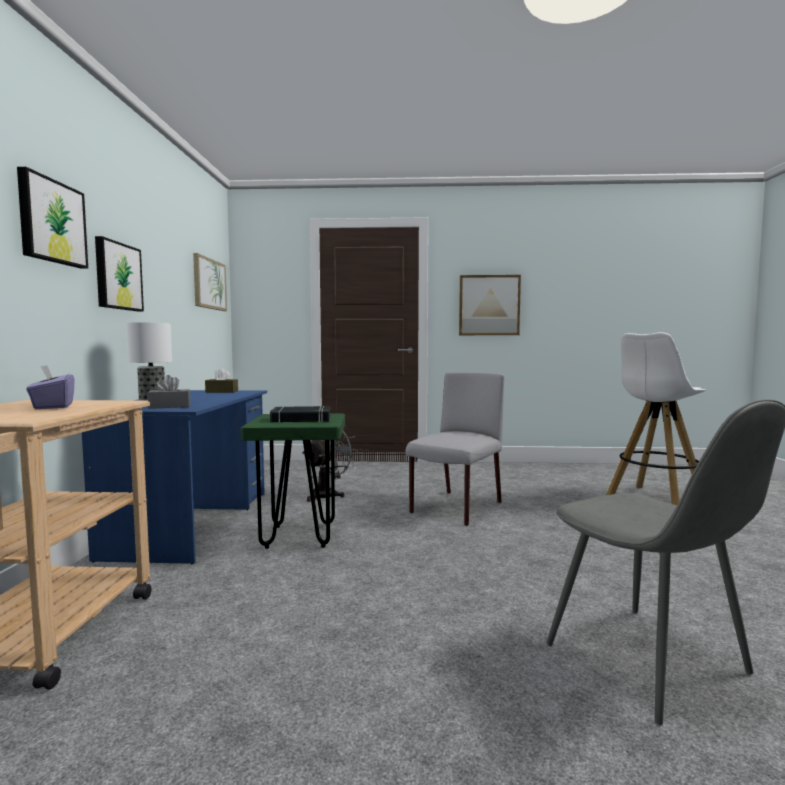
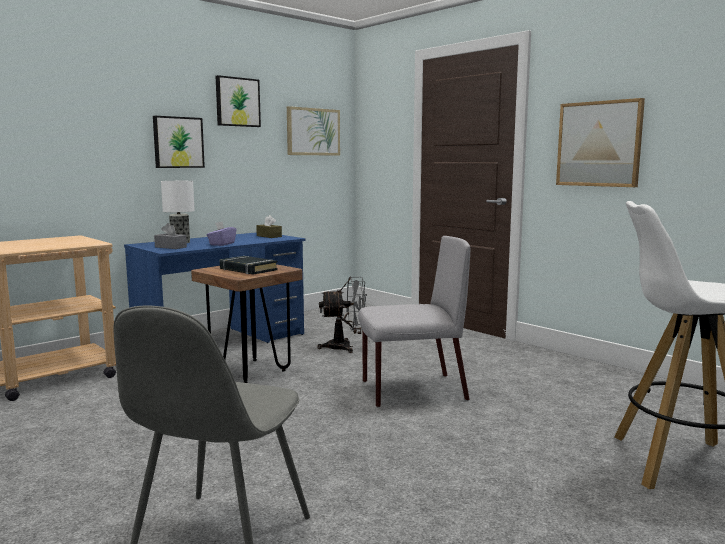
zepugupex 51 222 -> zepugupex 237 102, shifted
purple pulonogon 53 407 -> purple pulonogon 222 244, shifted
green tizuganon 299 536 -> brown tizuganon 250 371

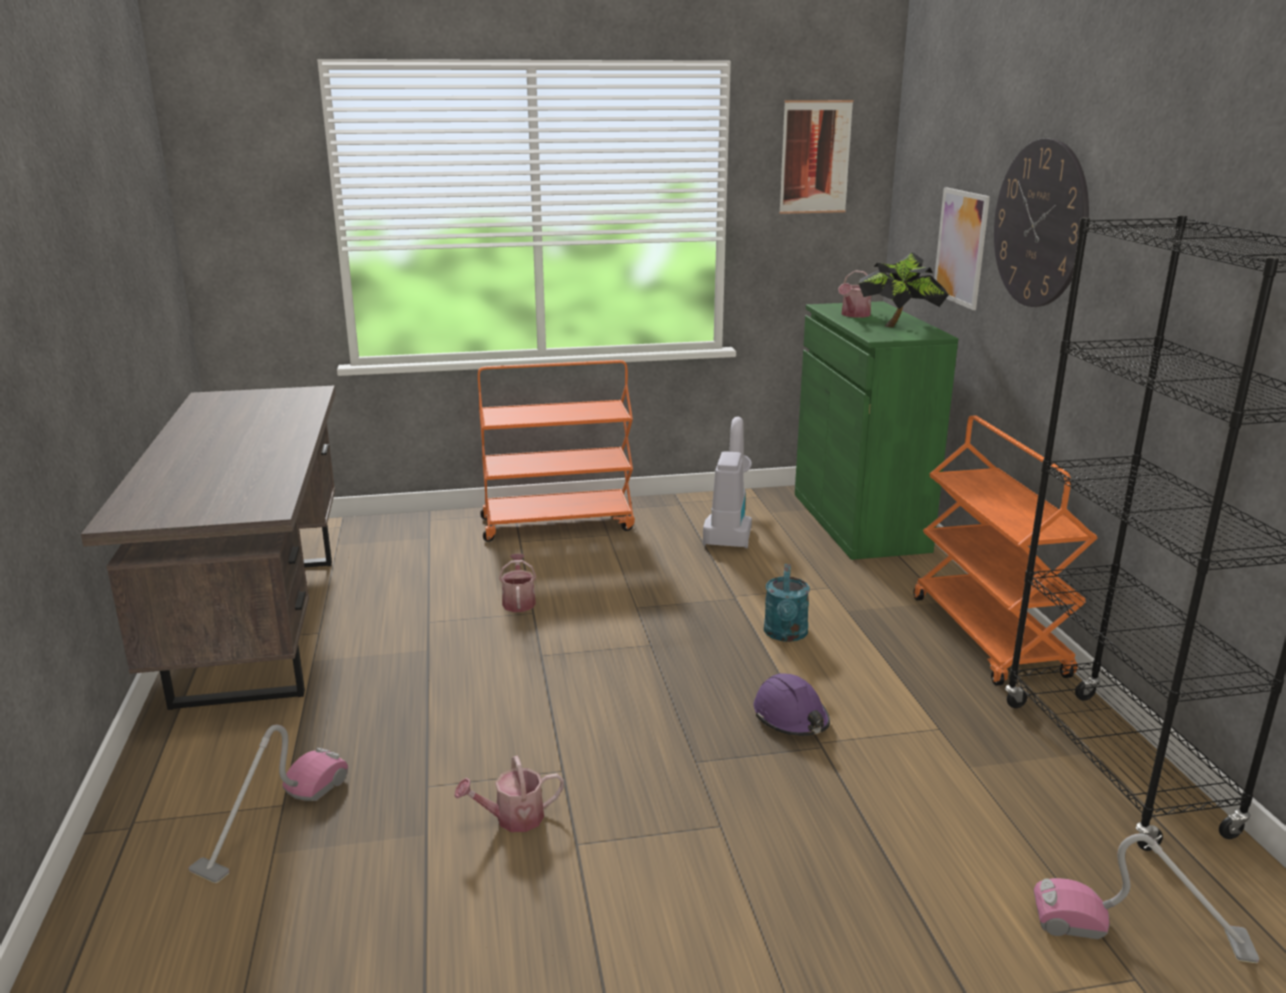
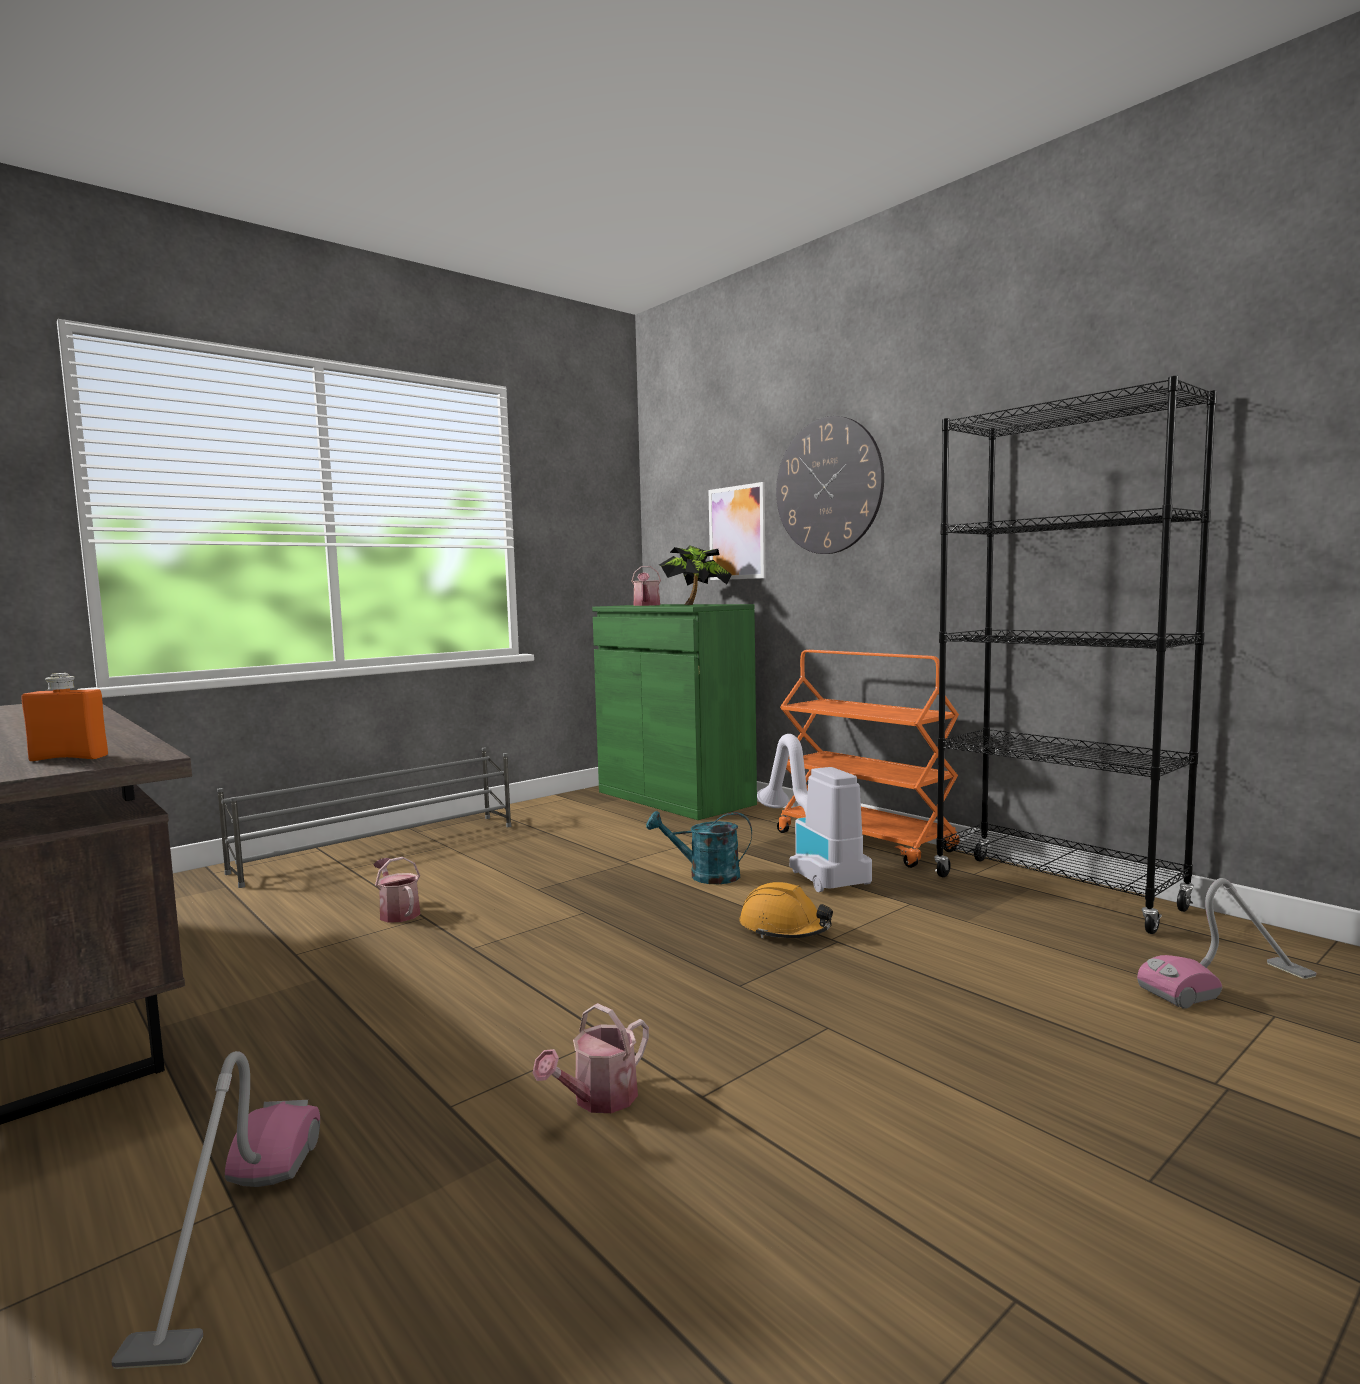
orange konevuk 558 523 -> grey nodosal 381 848
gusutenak 729 527 -> gusutenak 812 869, shifted
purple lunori 791 718 -> orange lunori 784 929
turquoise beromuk 785 635 -> turquoise beromuk 705 876, 120 degrees clockwise
zepugupex 815 157 -> none
none -> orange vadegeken 69 758

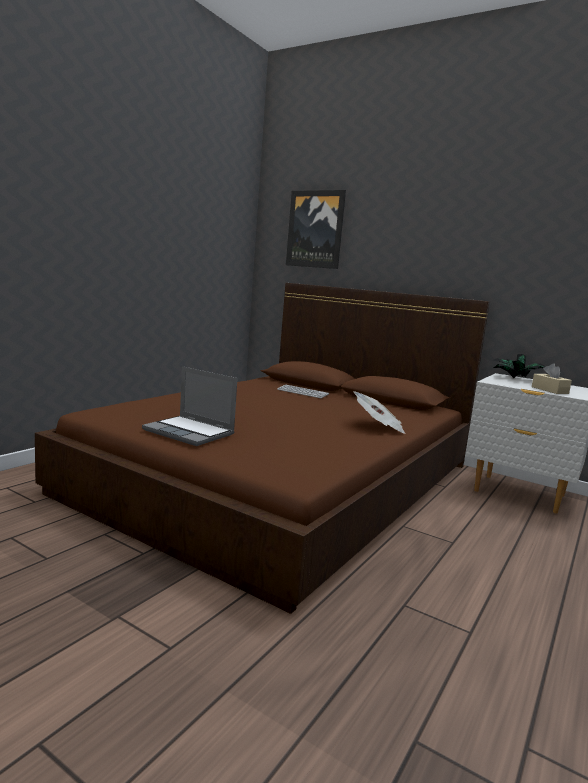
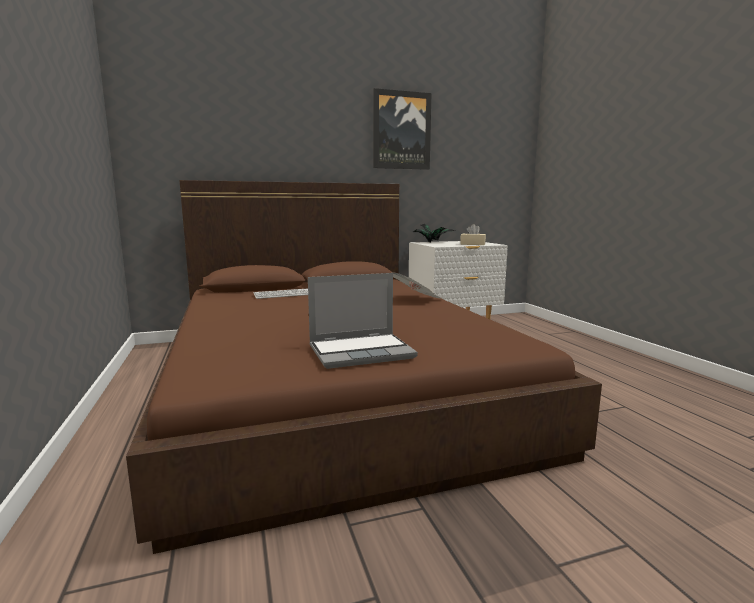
zepugupex 315 229 -> zepugupex 401 130, shifted

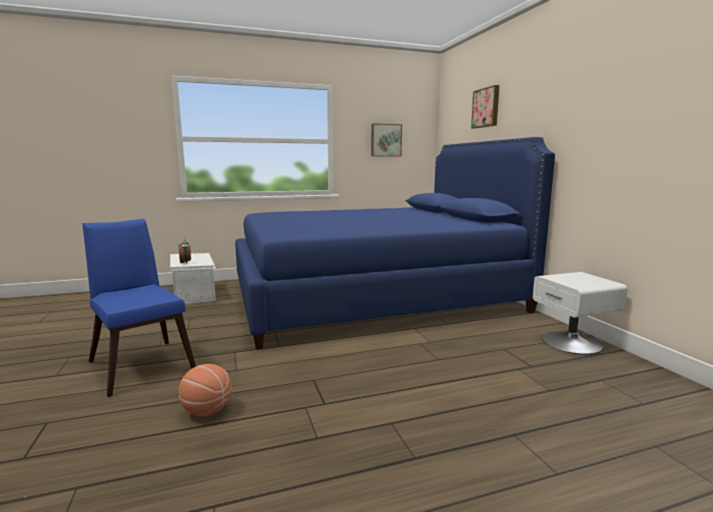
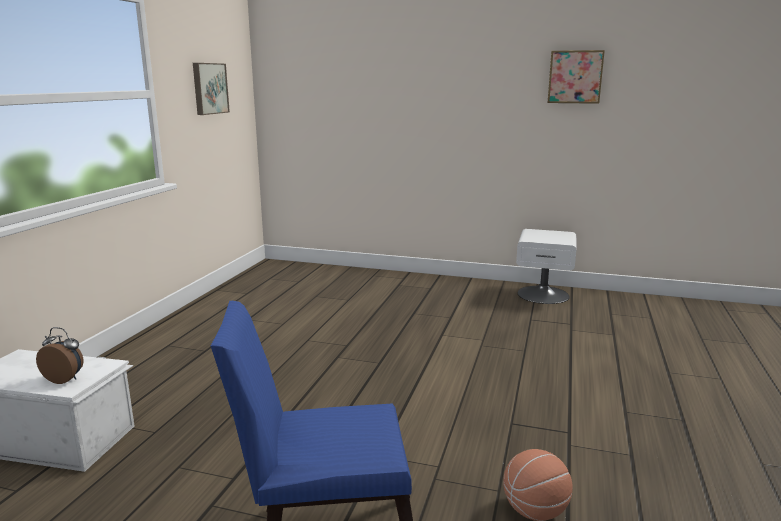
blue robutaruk 372 297 -> none
zepugupex 486 107 -> zepugupex 575 77, shifted

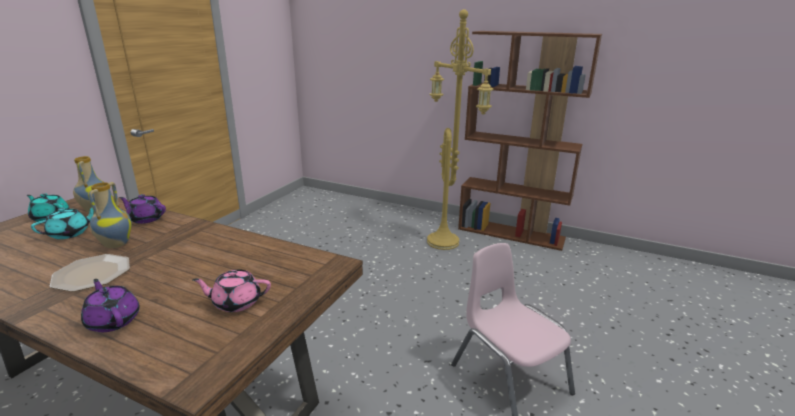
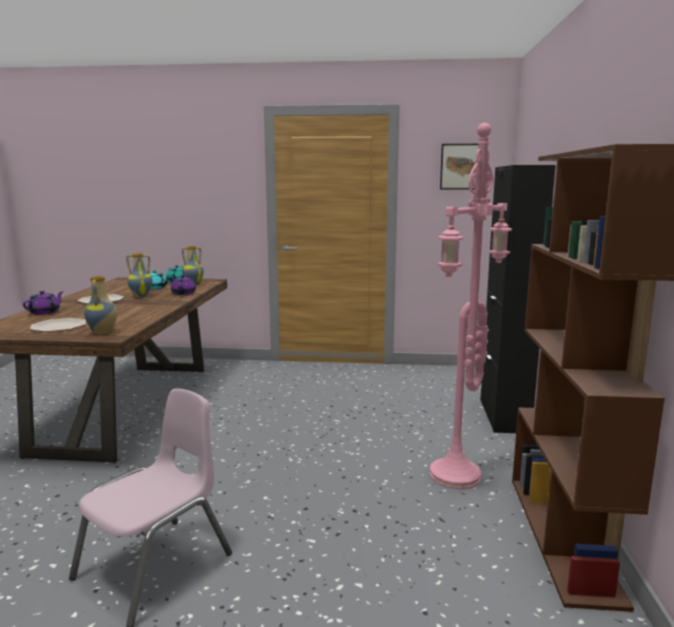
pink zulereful 236 302 -> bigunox 58 326
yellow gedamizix 445 242 -> pink gedamizix 457 477
none -> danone 103 332
none -> zepugupex 463 166
none -> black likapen 504 416

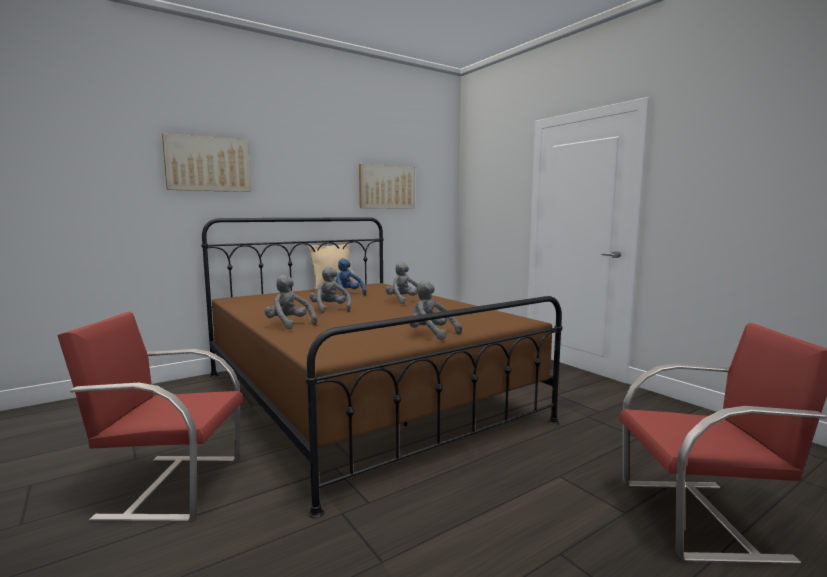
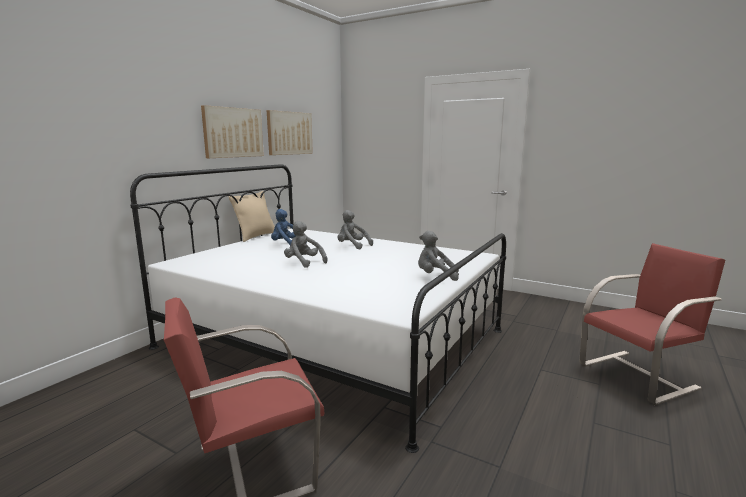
zepugupex 208 164 -> zepugupex 233 132, shifted
brown robutaruk 362 396 -> white robutaruk 332 339
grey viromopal 289 324 -> none

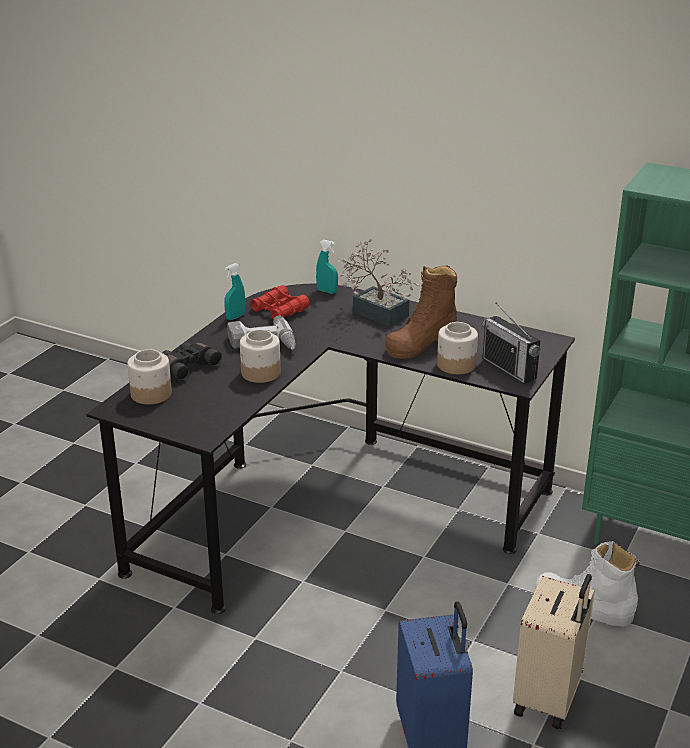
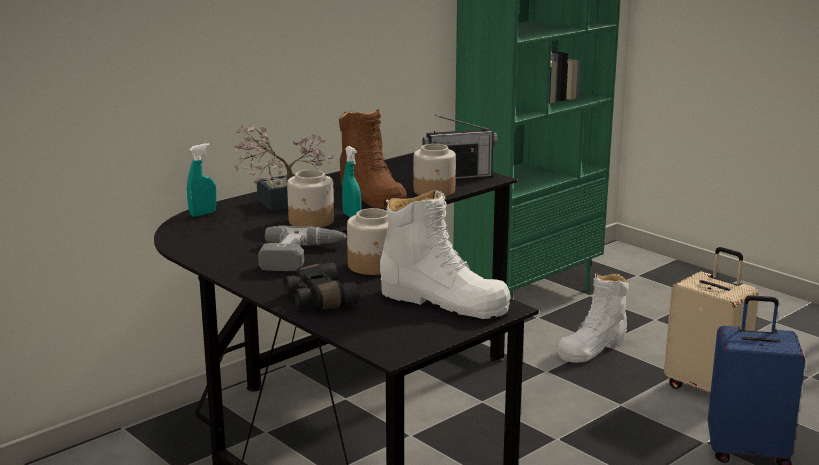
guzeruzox 150 394 -> guzeruzox 311 221, shifted
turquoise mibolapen 235 317 -> turquoise mibolapen 351 216, shifted
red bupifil 279 310 -> none
none -> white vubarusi 444 301

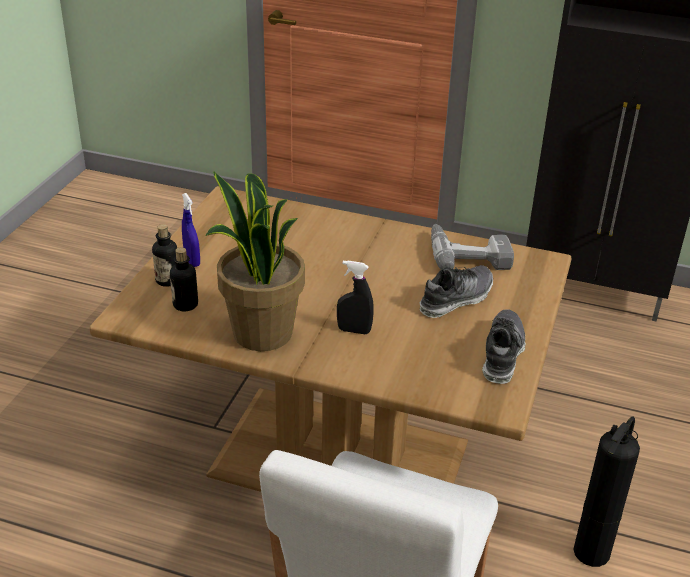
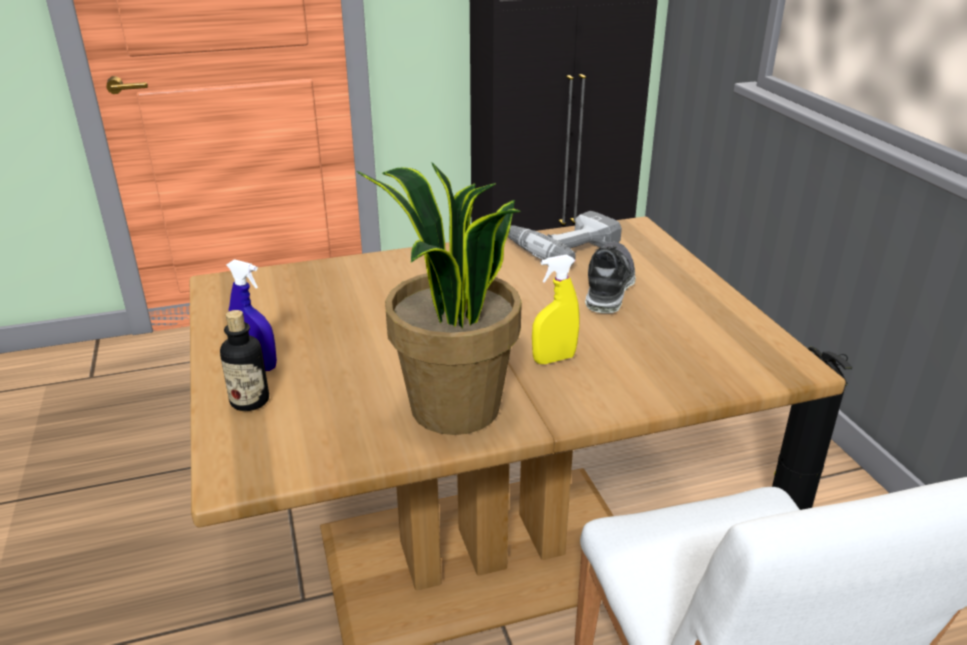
vadegeken 185 305 -> none
black mibolapen 354 330 -> yellow mibolapen 554 359
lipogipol 502 353 -> none

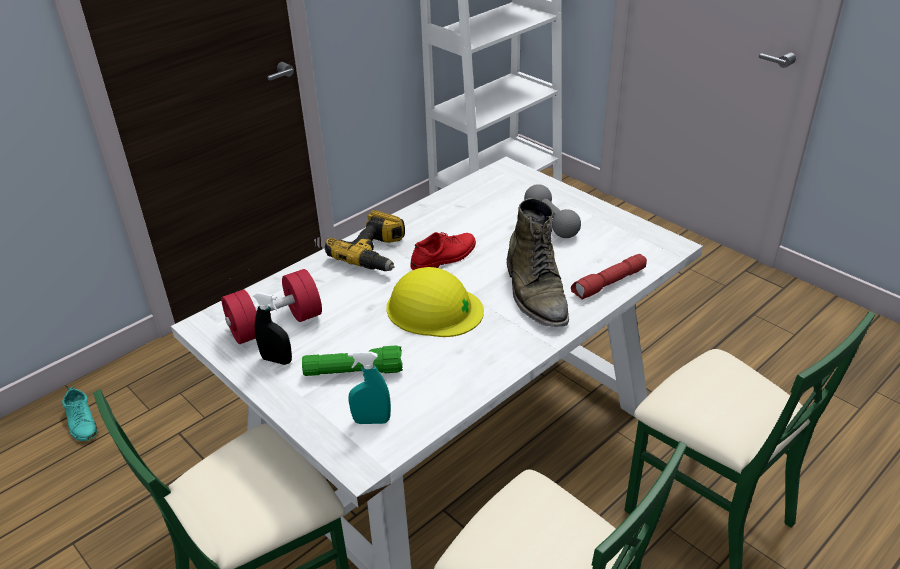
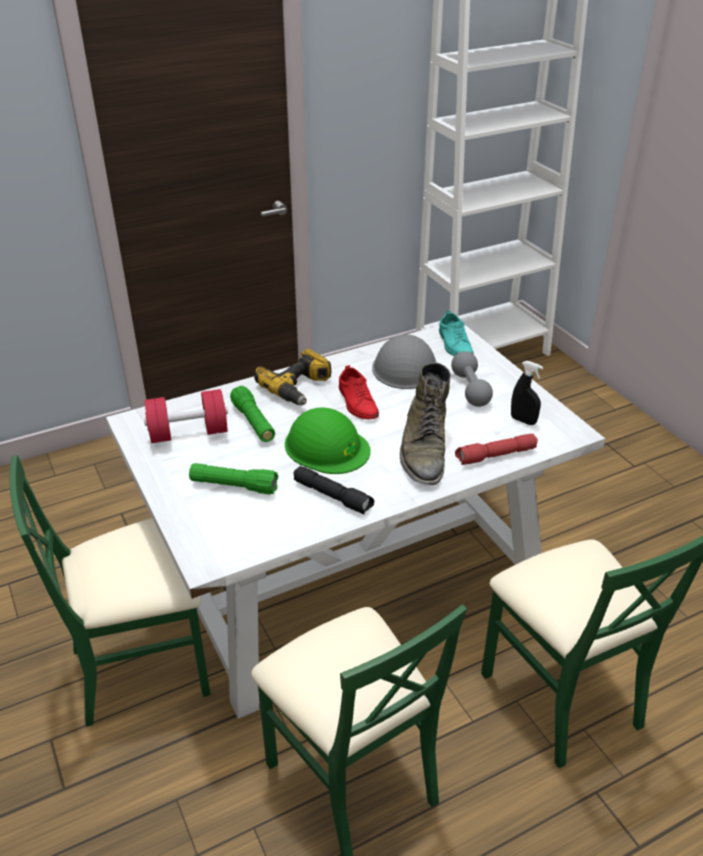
turquoise lipogipol 82 421 -> turquoise lipogipol 455 344, shifted
black mibolapen 277 360 -> black mibolapen 523 420, shifted
turquoise mibolapen 371 420 -> none
yellow lunori 434 309 -> green lunori 326 446
red lipogipol 444 257 -> red lipogipol 357 402, 90 degrees clockwise
none -> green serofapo 253 422
none -> black serofapo 333 496
none -> grey lunori 405 367

